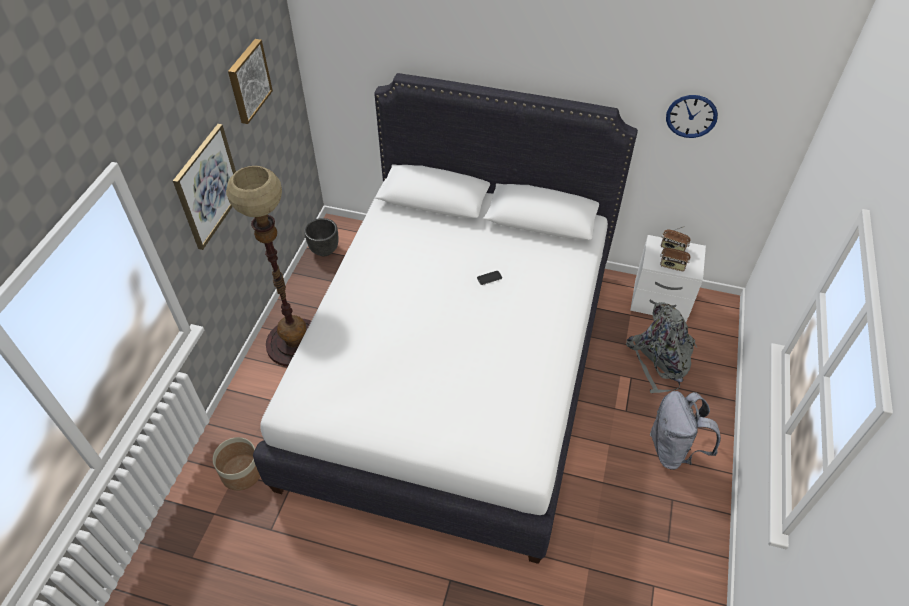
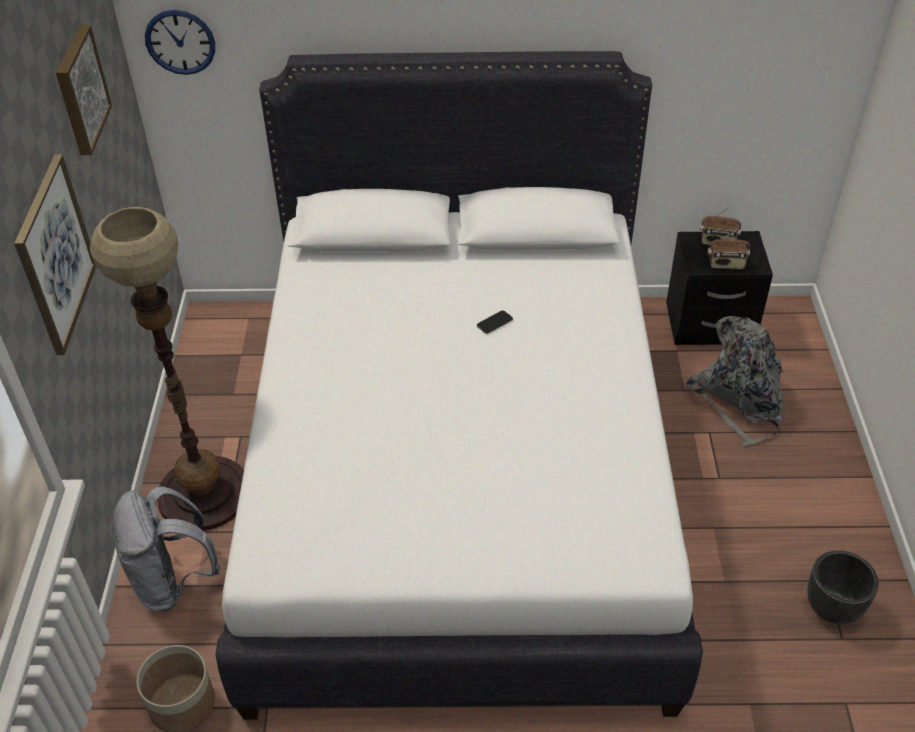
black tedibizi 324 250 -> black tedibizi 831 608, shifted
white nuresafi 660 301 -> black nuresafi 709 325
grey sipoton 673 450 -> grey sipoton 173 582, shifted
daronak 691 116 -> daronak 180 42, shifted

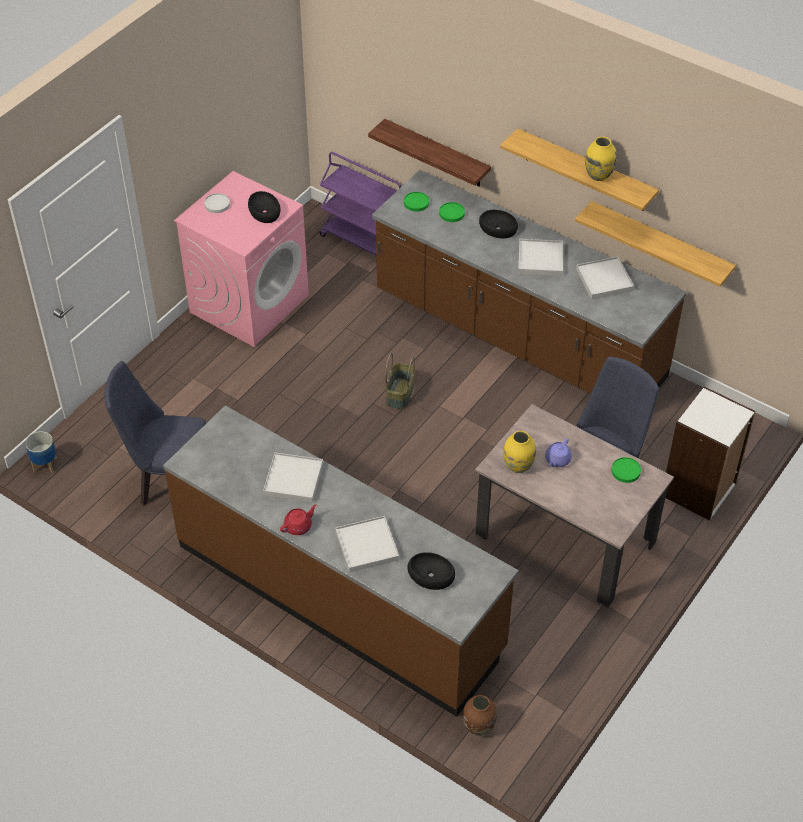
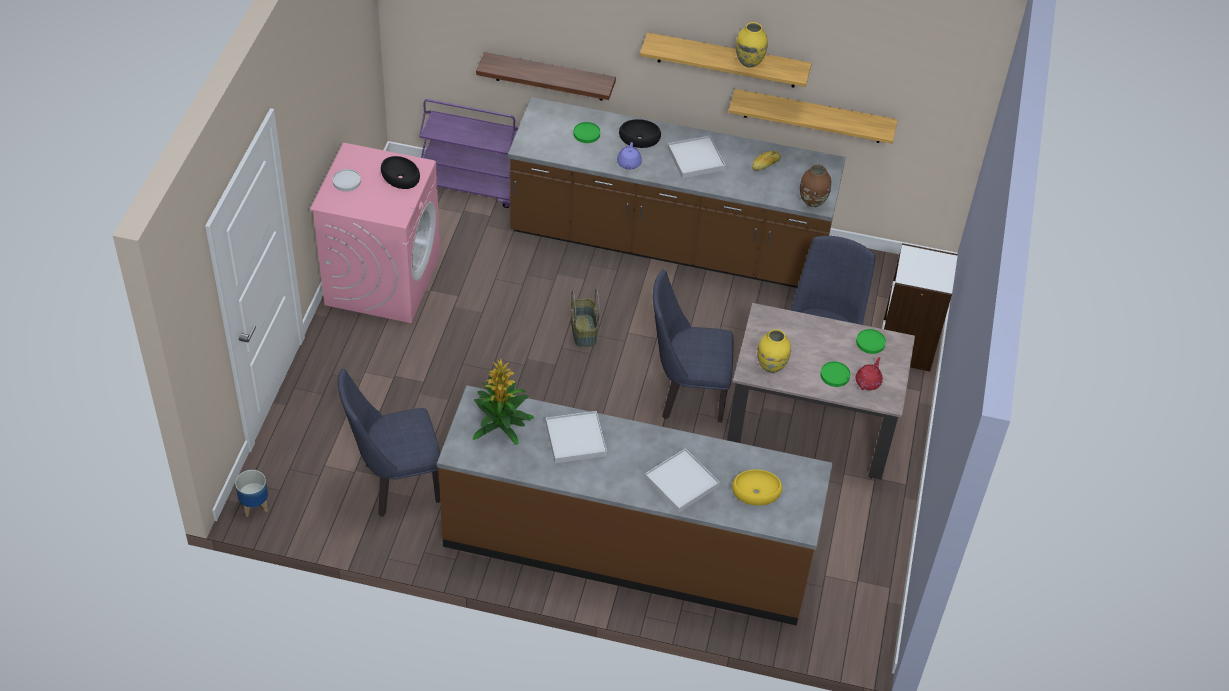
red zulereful 298 526 -> red zulereful 868 381, shifted
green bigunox 416 203 -> green bigunox 834 375, shifted
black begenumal 431 575 -> yellow begenumal 756 491
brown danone 478 727 -> brown danone 812 201, shifted
purple zulereful 557 460 -> purple zulereful 628 164, shifted
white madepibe 604 280 -> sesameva 766 164
none -> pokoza 501 423
none -> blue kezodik 686 395

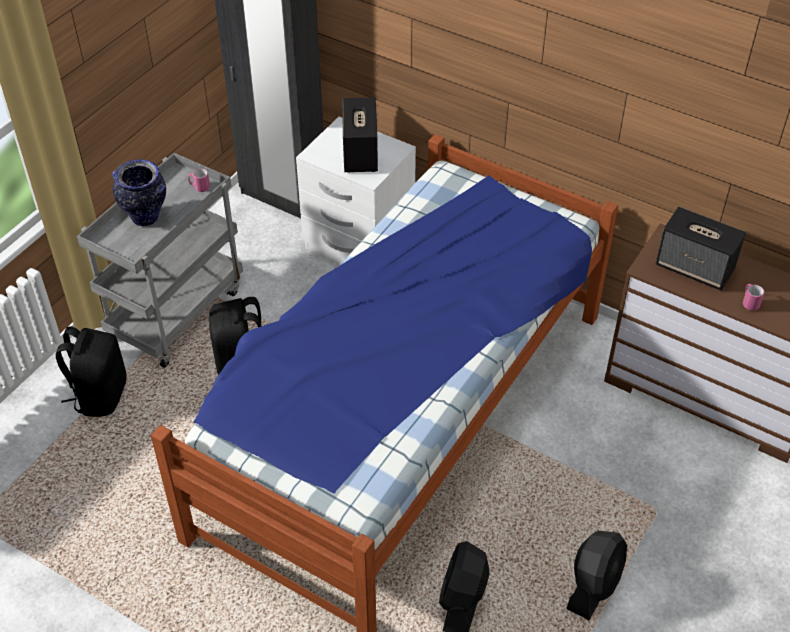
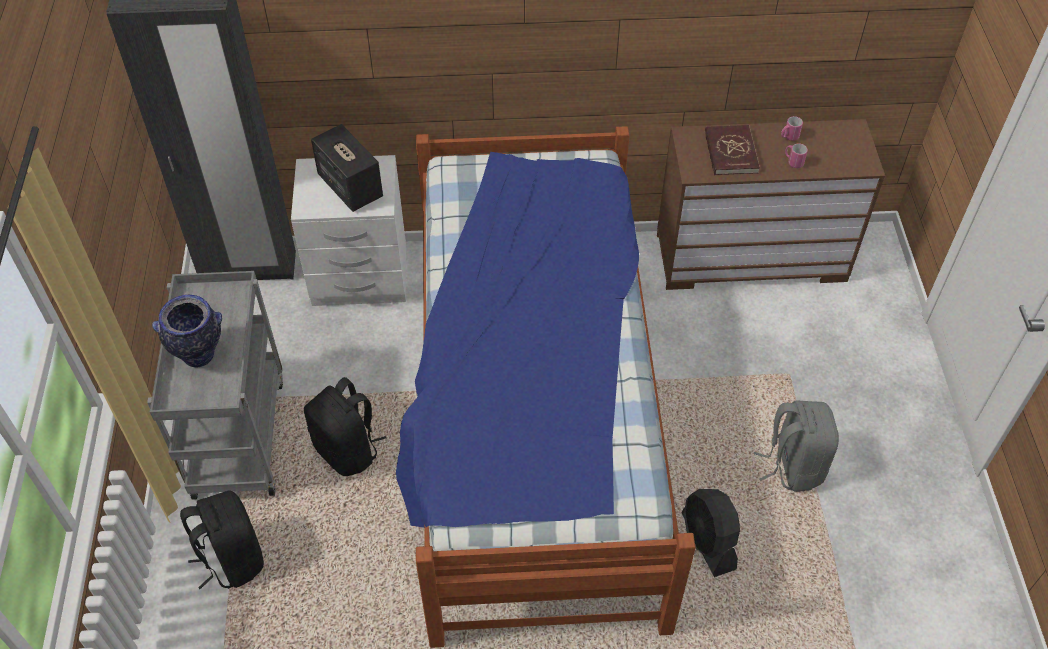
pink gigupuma 199 187 -> pink gigupuma 789 137, shifted
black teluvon 594 585 -> grey sipoton 792 465
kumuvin 695 268 -> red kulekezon 730 152

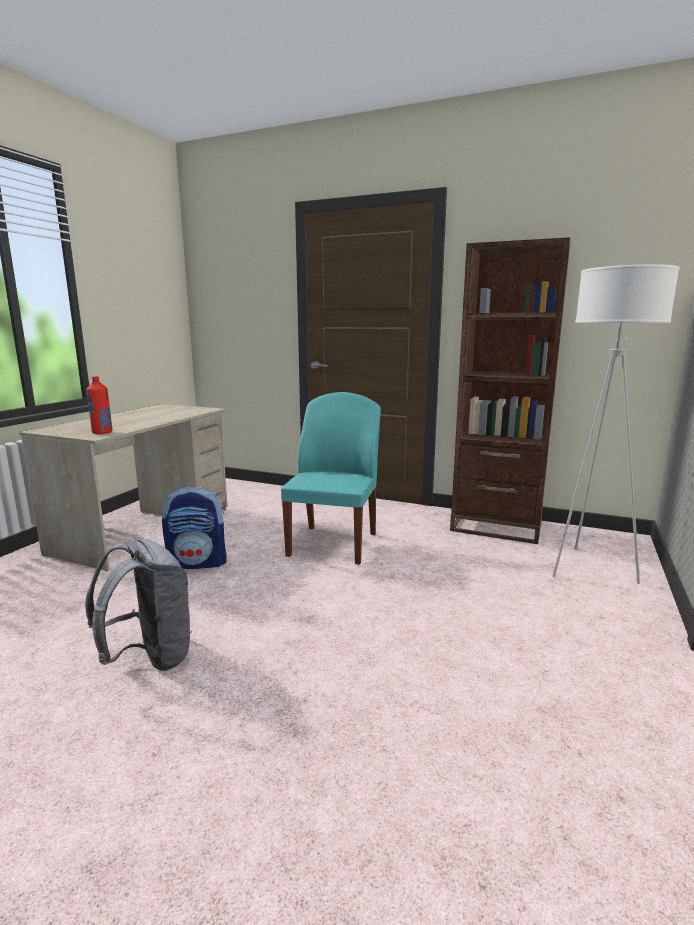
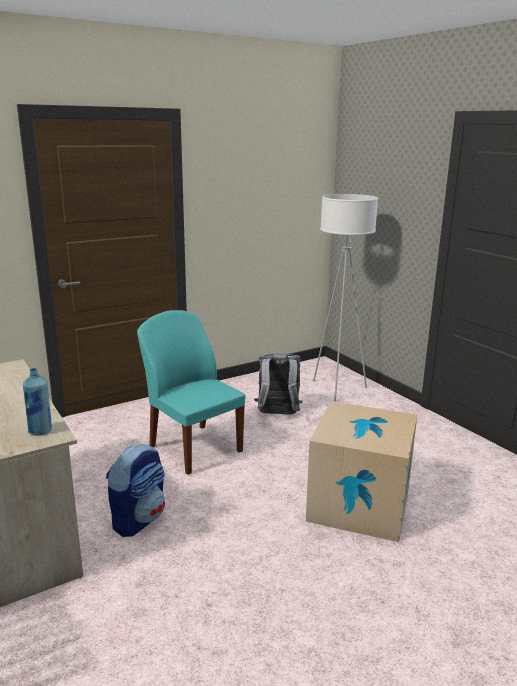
grey sipoton 150 657 -> grey sipoton 277 415, shifted
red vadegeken 102 432 -> blue vadegeken 40 431
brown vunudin 496 527 -> none
none -> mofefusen 359 505

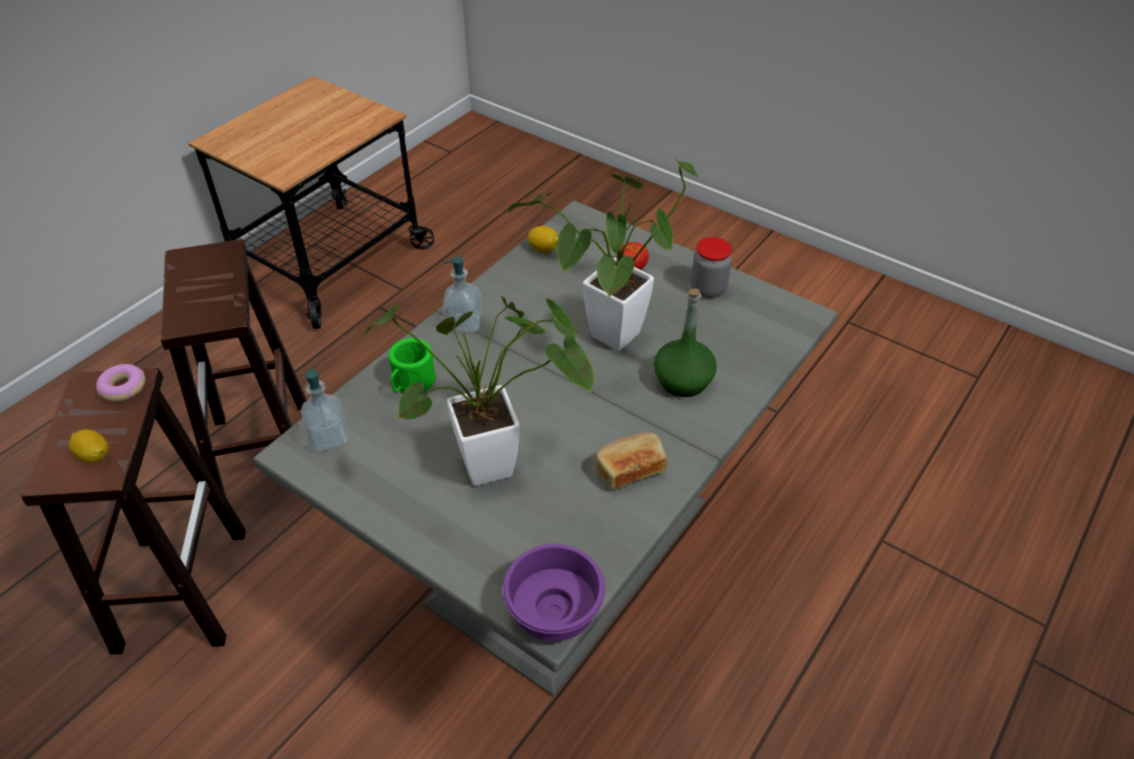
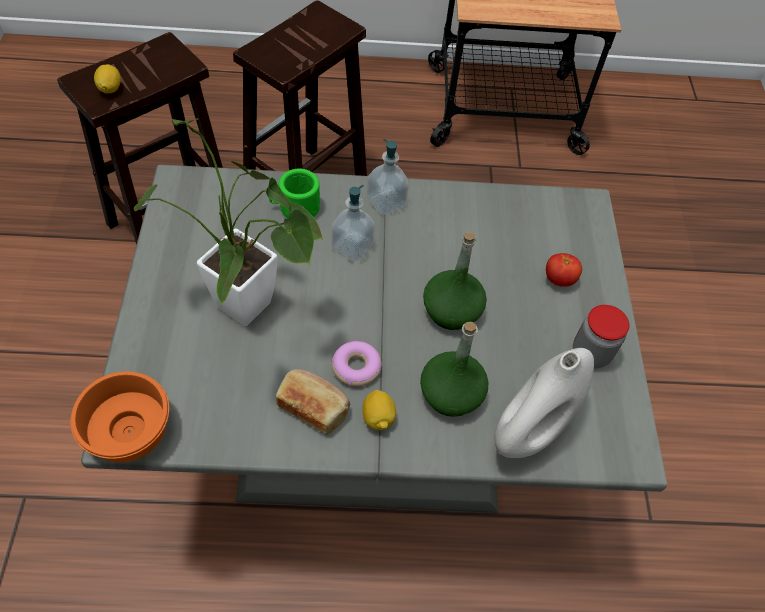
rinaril 123 388 -> rinaril 356 367, shifted
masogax 329 437 -> masogax 352 247, shifted
purple begenumal 556 613 -> orange begenumal 128 434
pokoza 608 341 -> green vadegeken 451 310
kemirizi 543 249 -> kemirizi 378 418, shifted
none -> white danone 531 429

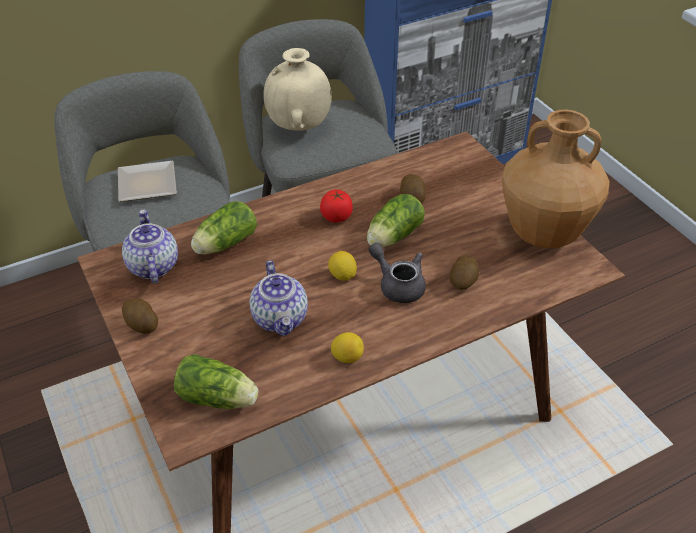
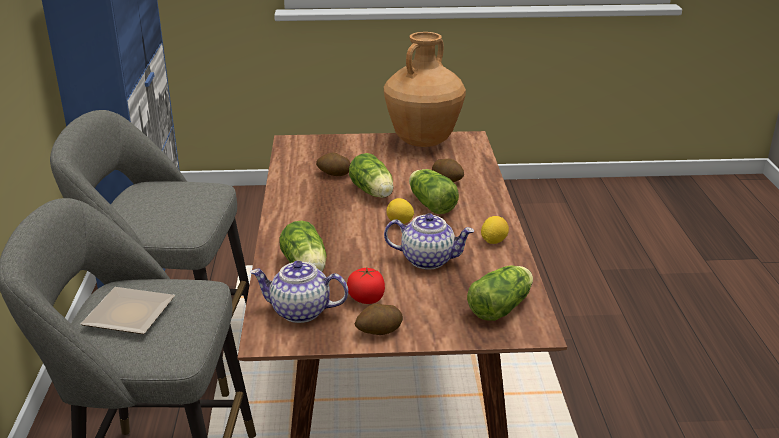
beige danone 299 128 -> none
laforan 336 216 -> laforan 366 299, shifted
grey zulereful 398 285 -> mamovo 430 203

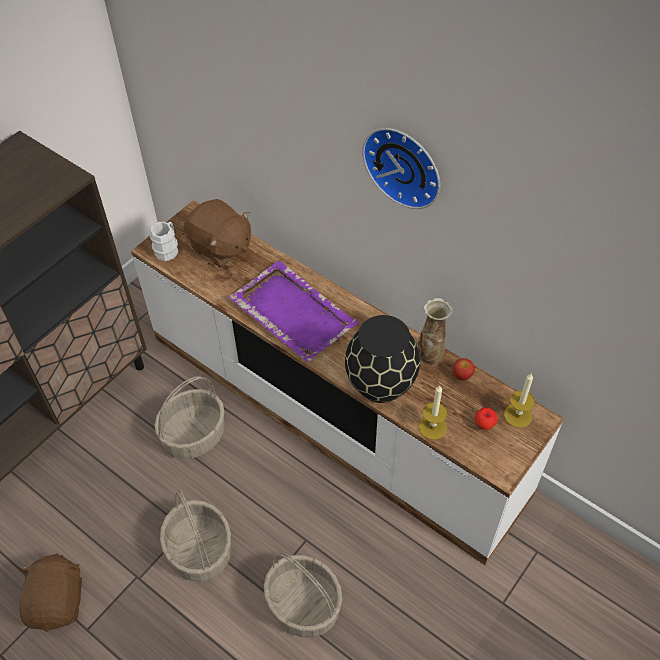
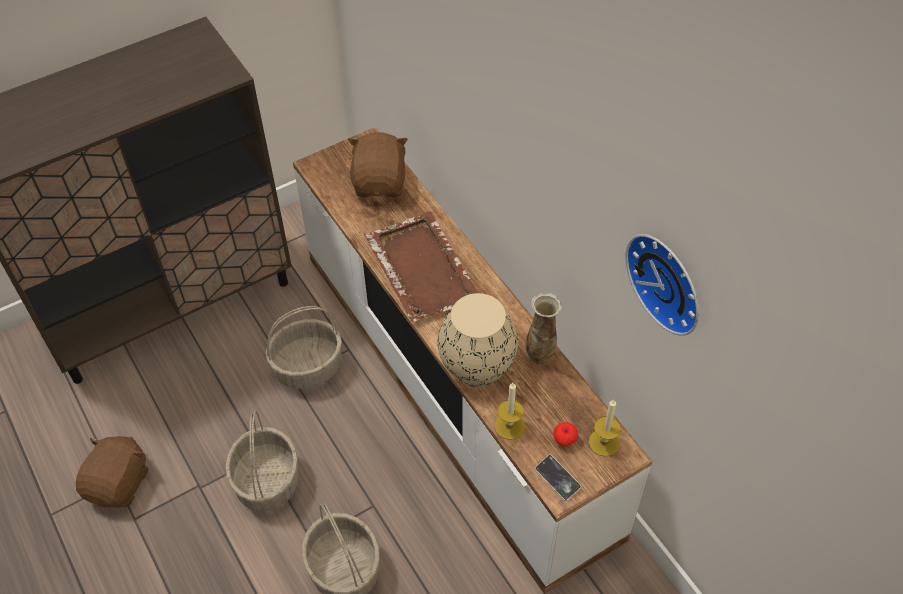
white gigupuma 168 249 -> none
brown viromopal 220 247 -> brown viromopal 380 182, 150 degrees counterclockwise
purple madepibe 292 312 -> brown madepibe 421 268
black danone 380 383 -> beige danone 476 366
daronak 405 165 -> daronak 668 281, shifted
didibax 462 375 -> none
none -> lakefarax 557 479

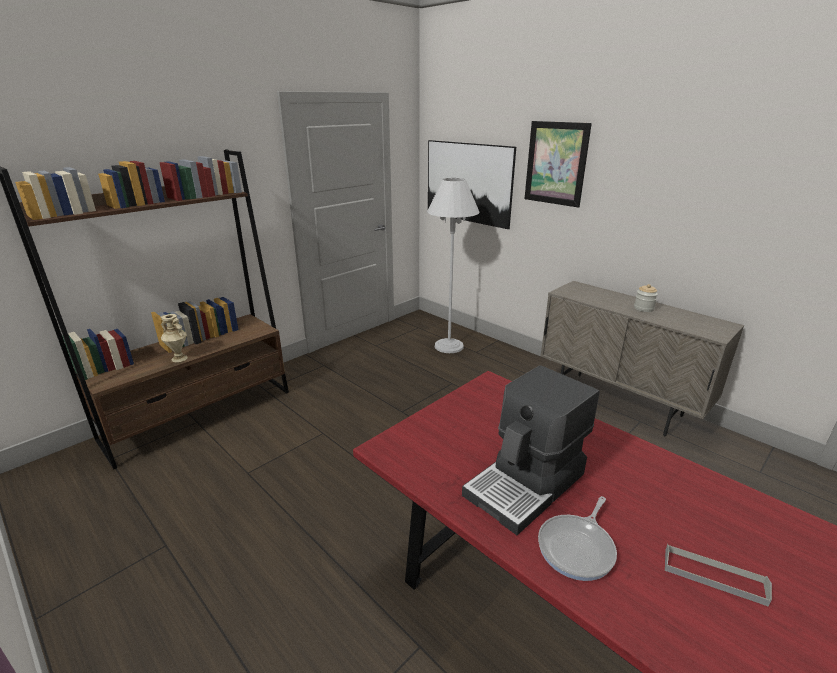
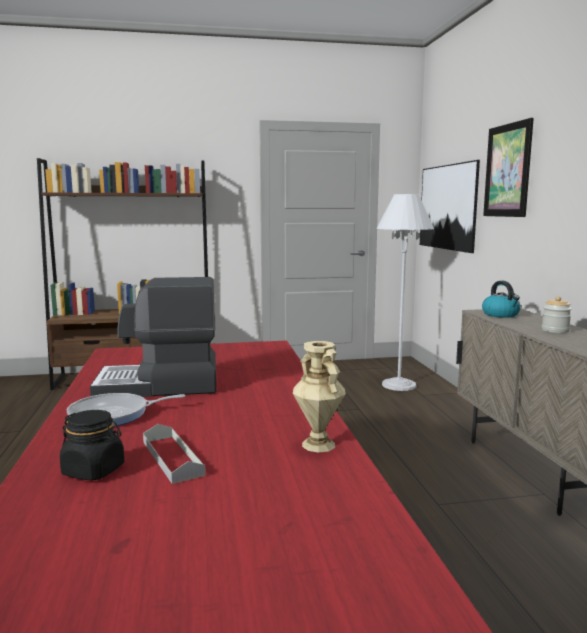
beige danone 179 358 -> beige danone 317 445, shifted
none -> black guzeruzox 94 470
none -> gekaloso 501 315

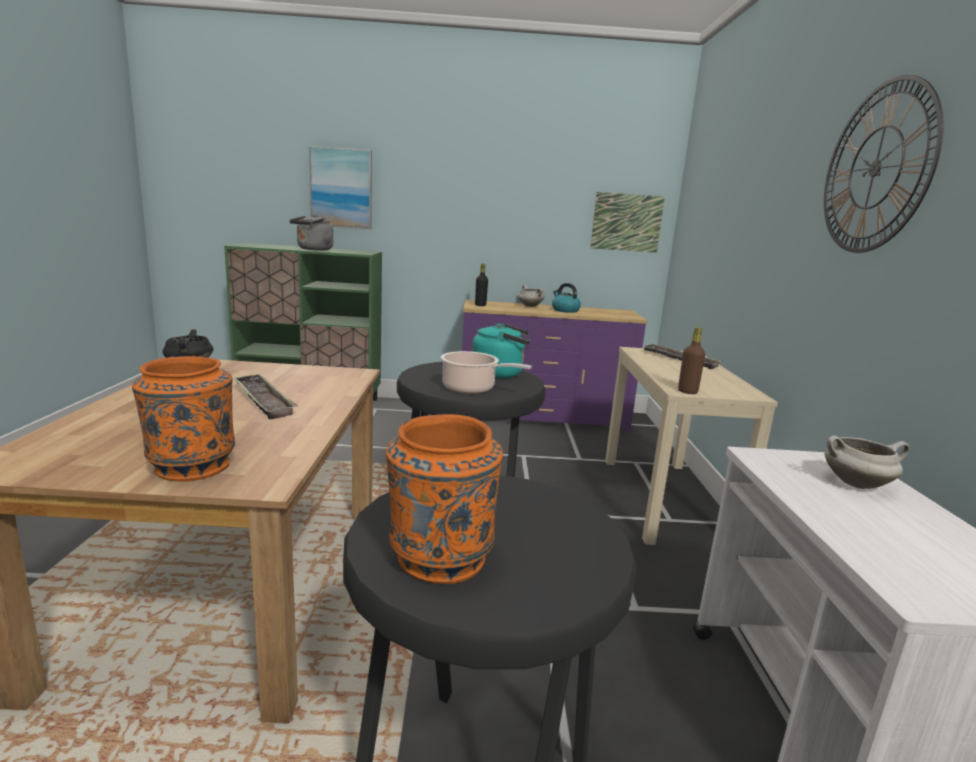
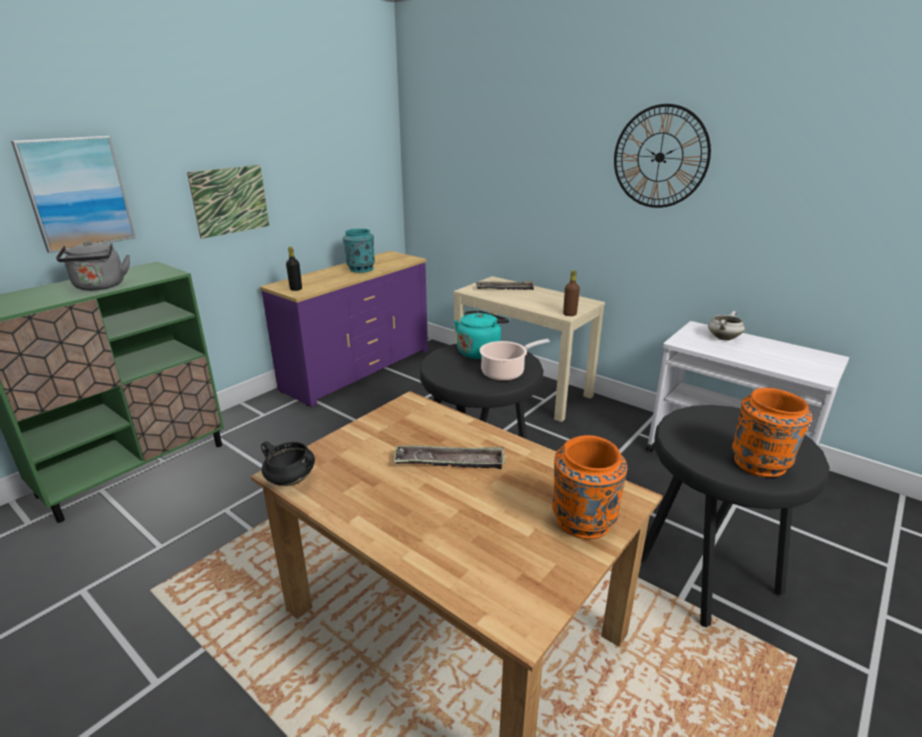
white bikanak 529 306 -> none
gekaloso 564 310 -> turquoise danone 360 269
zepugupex 626 222 -> zepugupex 230 200, shifted

